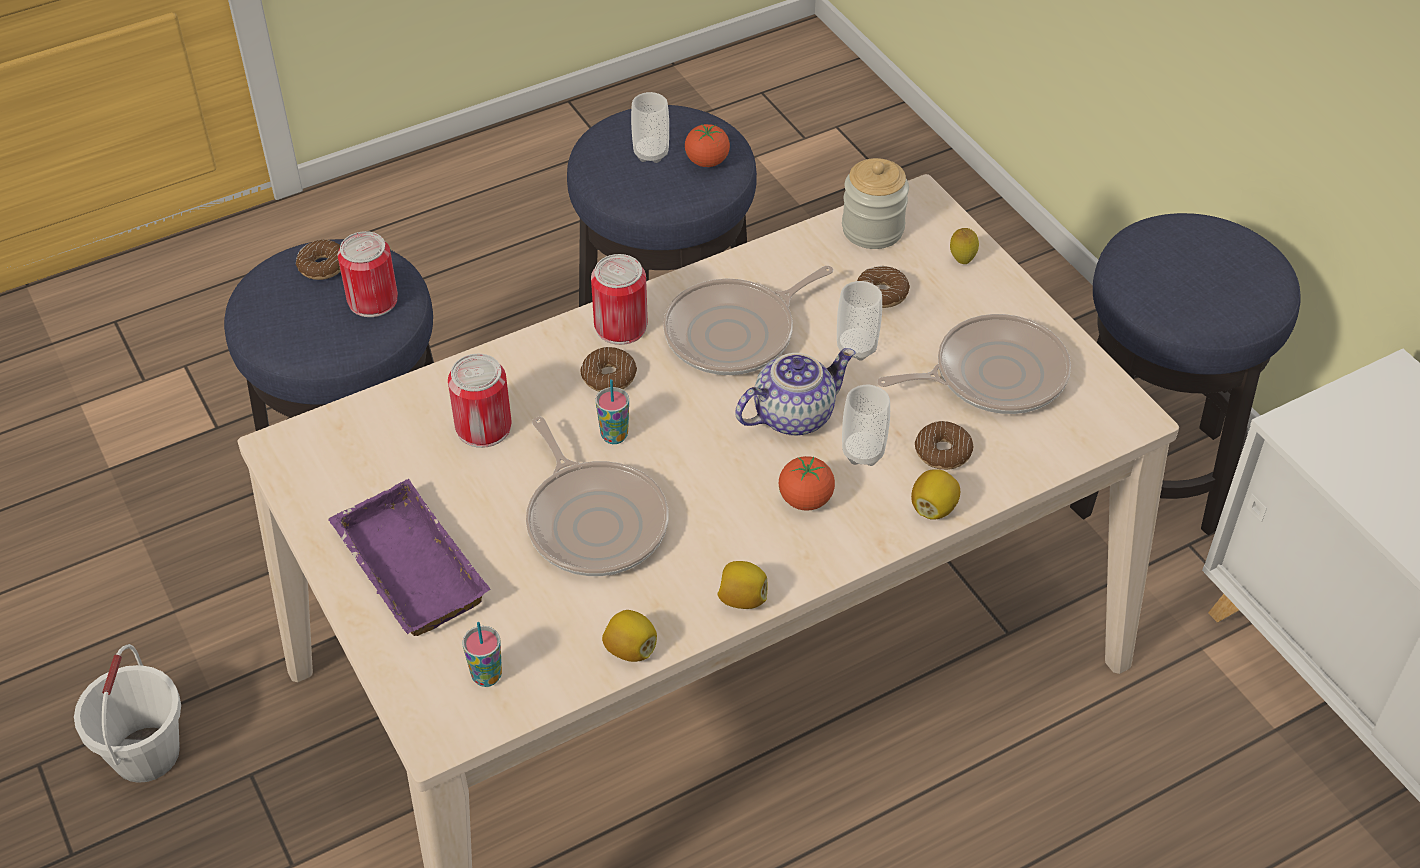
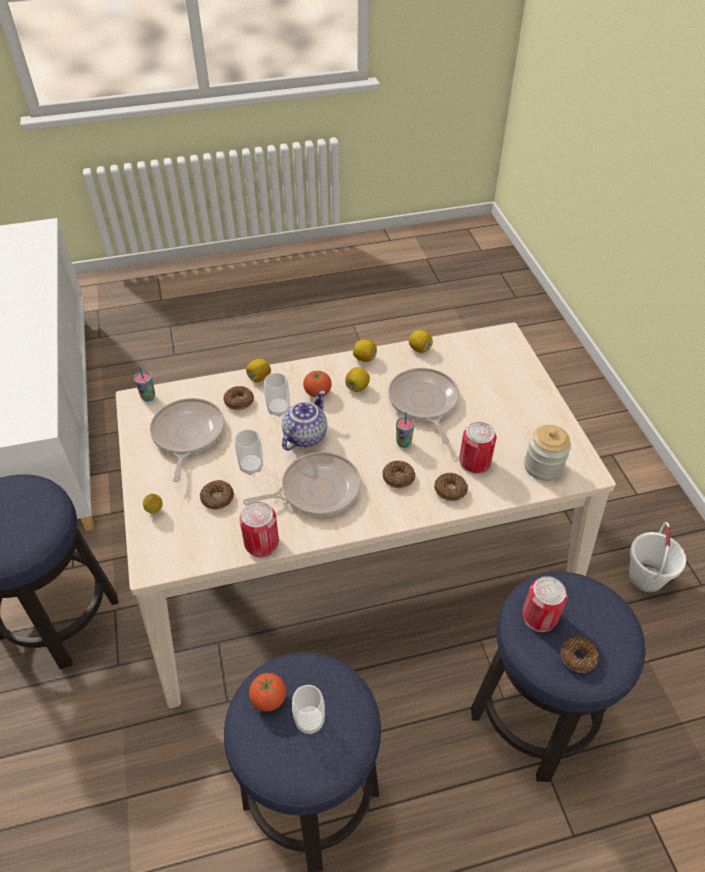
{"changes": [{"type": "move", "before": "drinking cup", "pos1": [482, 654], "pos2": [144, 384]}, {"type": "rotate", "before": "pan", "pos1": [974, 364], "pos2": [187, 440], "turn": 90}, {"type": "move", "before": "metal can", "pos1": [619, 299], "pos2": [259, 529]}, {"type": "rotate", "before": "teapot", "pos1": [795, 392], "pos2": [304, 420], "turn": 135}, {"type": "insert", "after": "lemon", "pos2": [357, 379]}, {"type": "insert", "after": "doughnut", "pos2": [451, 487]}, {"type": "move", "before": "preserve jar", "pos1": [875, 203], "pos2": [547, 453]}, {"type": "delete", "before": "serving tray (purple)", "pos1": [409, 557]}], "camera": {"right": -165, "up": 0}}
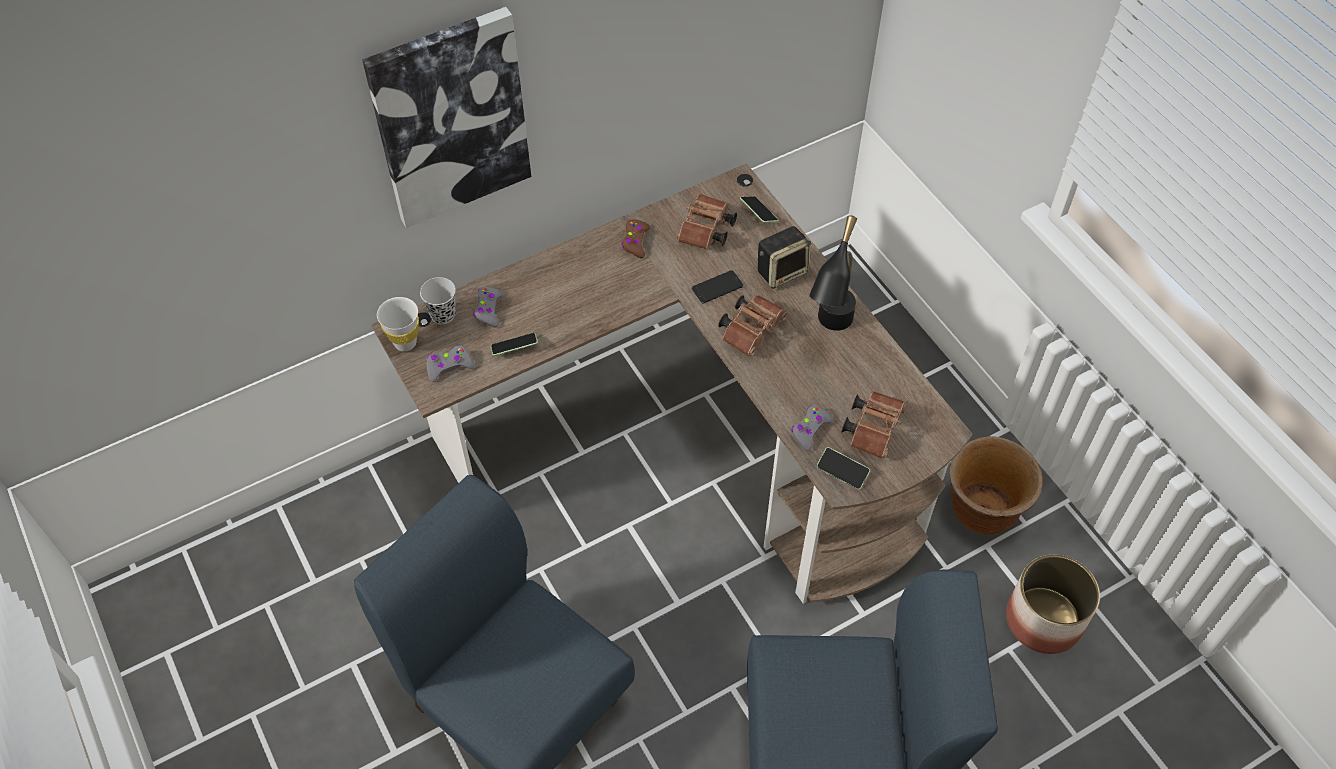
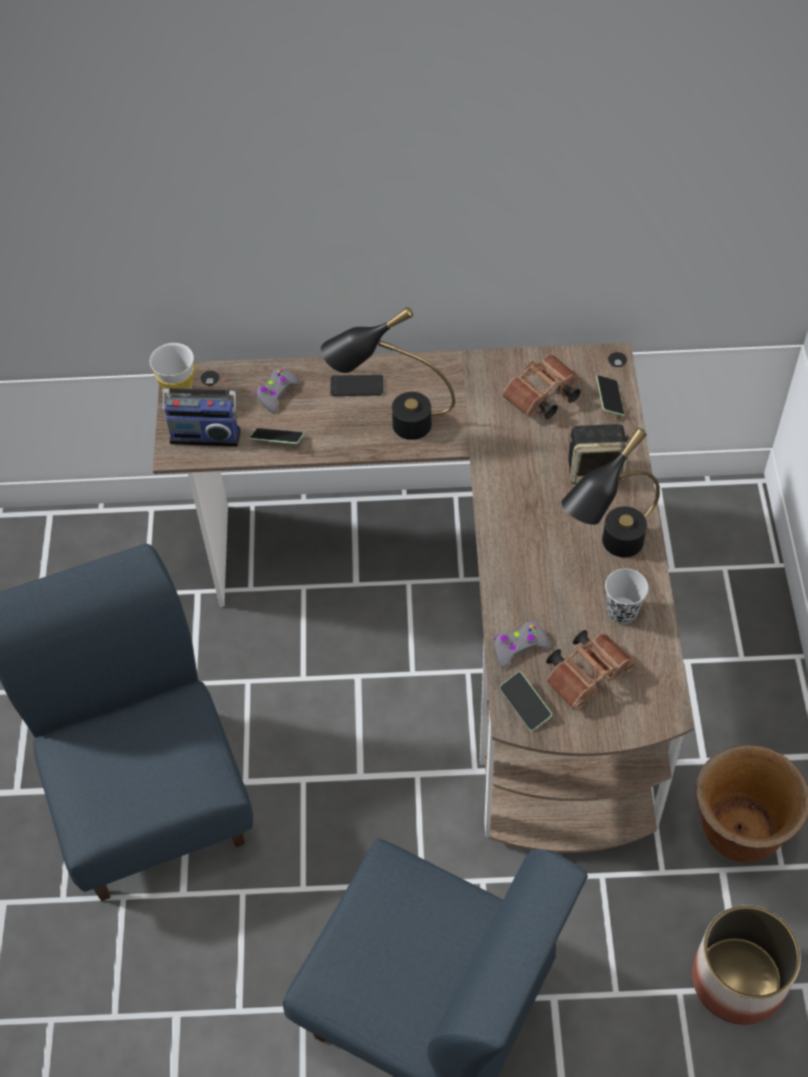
{"changes": [{"type": "replace", "before": "joypad (greyish)", "after": "radio receiver", "pos1": [451, 363], "pos2": [201, 412]}, {"type": "insert", "after": "lamp for a table (black)", "pos2": [388, 373]}, {"type": "move", "before": "handset", "pos1": [717, 286], "pos2": [356, 385]}, {"type": "move", "before": "drinking cup (black)", "pos1": [438, 300], "pos2": [626, 596]}, {"type": "delete", "before": "wall picture", "pos1": [446, 117]}, {"type": "delete", "before": "joypad (brownish)", "pos1": [635, 238]}, {"type": "delete", "before": "pair of binoculars (brownish)", "pos1": [753, 326]}], "camera": {"right": 30, "up": 0}}
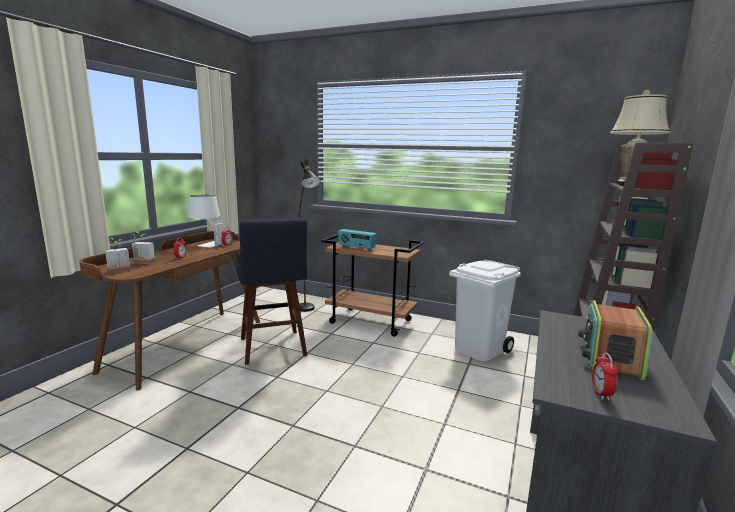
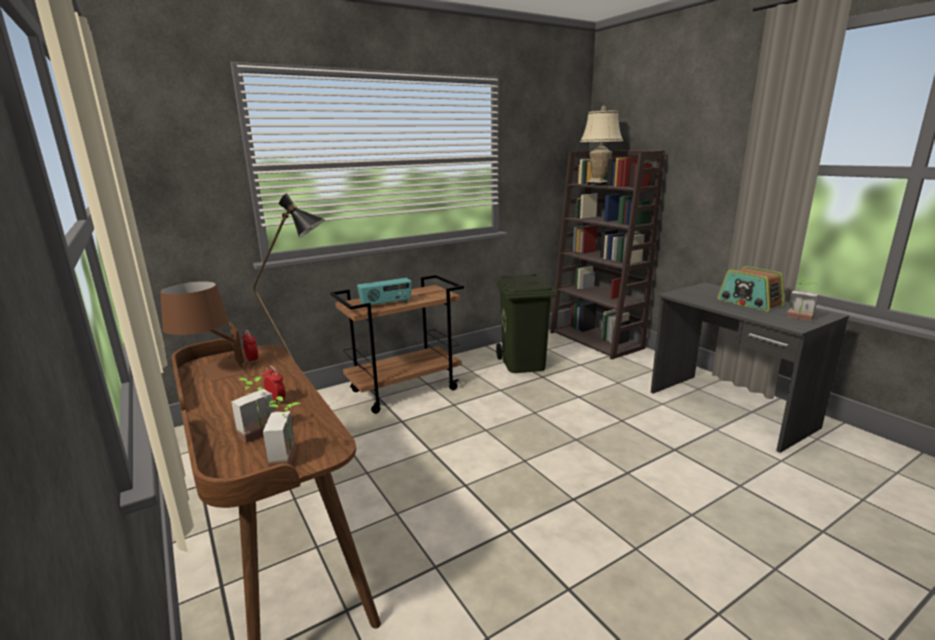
{"changes": [{"type": "recolor", "before": "lamp for a table (white-coloured)", "after": "lamp for a table (brownish)", "pos1": [205, 221], "pos2": [203, 331]}, {"type": "recolor", "before": "rubbish bin (white-coloured)", "after": "rubbish bin (green-coloured)", "pos1": [485, 310], "pos2": [527, 323]}, {"type": "replace", "before": "bedside clock", "after": "houseplant", "pos1": [605, 376], "pos2": [803, 299]}, {"type": "delete", "before": "sitting stool (bluish)", "pos1": [271, 291]}], "camera": {"right": -55, "up": 5}}
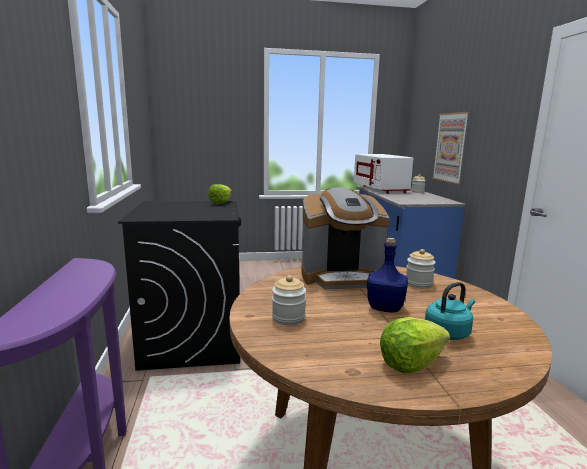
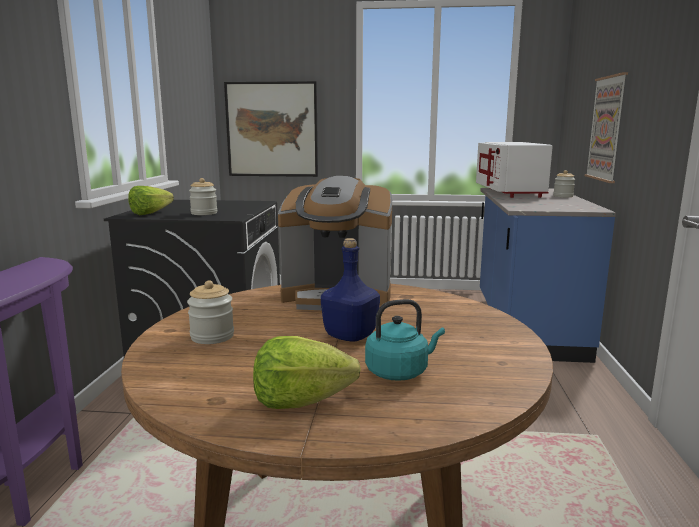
{"changes": [{"type": "move", "before": "lettuce head", "pos1": [220, 194], "pos2": [151, 200]}, {"type": "move", "before": "preserve jar", "pos1": [421, 268], "pos2": [203, 196]}, {"type": "insert", "after": "wall picture", "pos2": [271, 129]}], "camera": {"right": 15, "up": 0}}
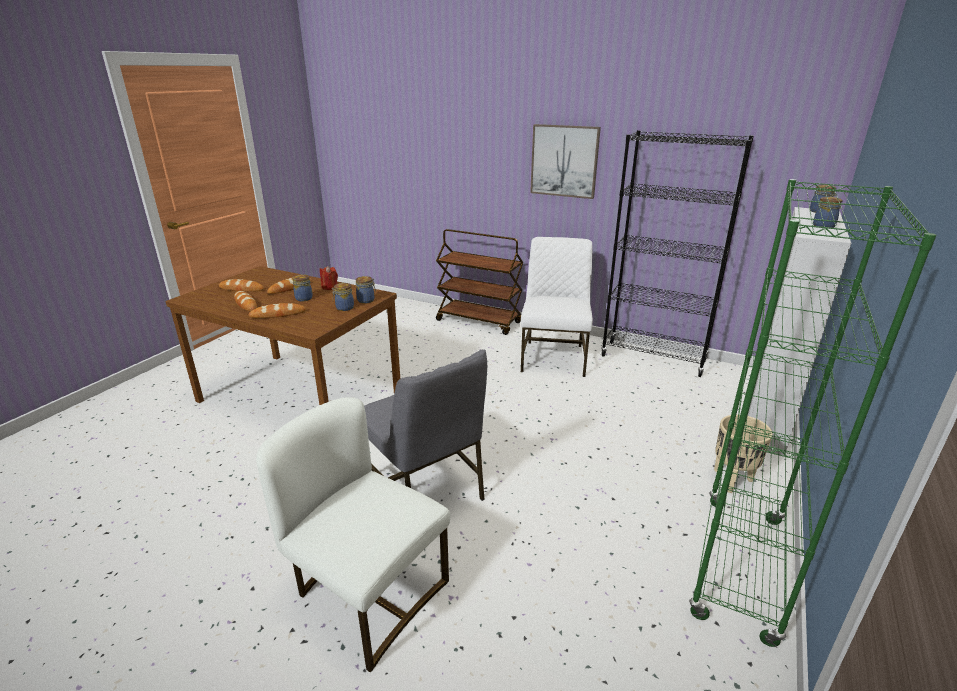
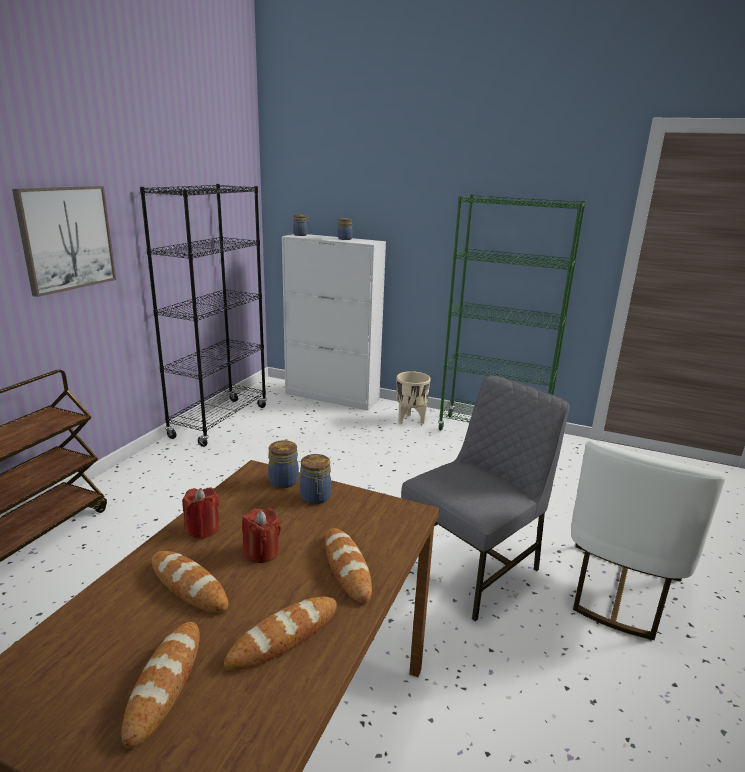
{"changes": [{"type": "replace", "before": "preserve jar", "after": "wax light (reddish)", "pos1": [302, 287], "pos2": [261, 535]}, {"type": "delete", "before": "chair (white-coloured)", "pos1": [557, 307]}], "camera": {"right": -95, "up": -5}}
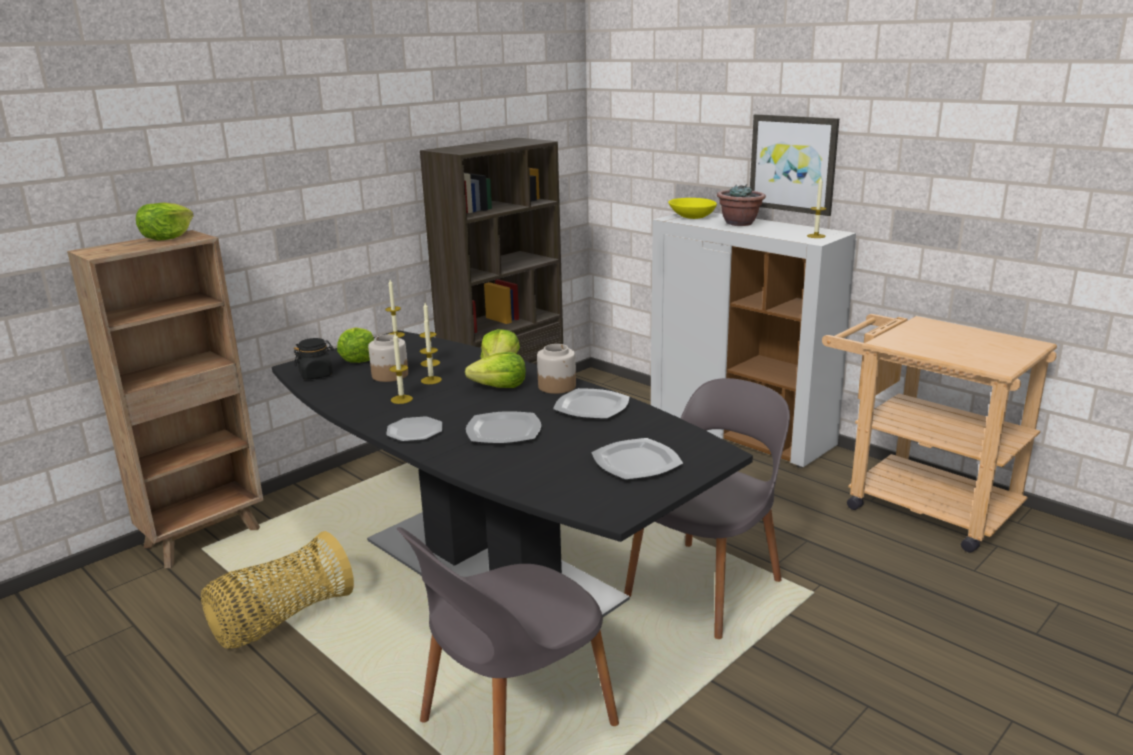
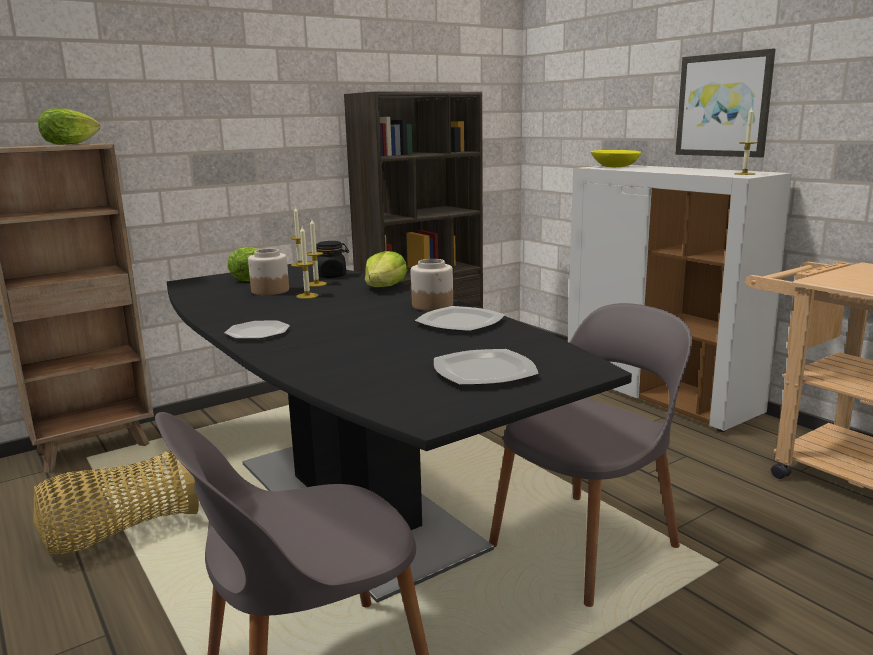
{"changes": [{"type": "move", "before": "preserve jar (black)", "pos1": [314, 358], "pos2": [332, 259]}, {"type": "delete", "before": "wax light", "pos1": [401, 368]}, {"type": "delete", "before": "lettuce head", "pos1": [495, 370]}, {"type": "delete", "before": "plate", "pos1": [503, 427]}, {"type": "delete", "before": "houseplant", "pos1": [741, 205]}], "camera": {"right": 10, "up": -5}}
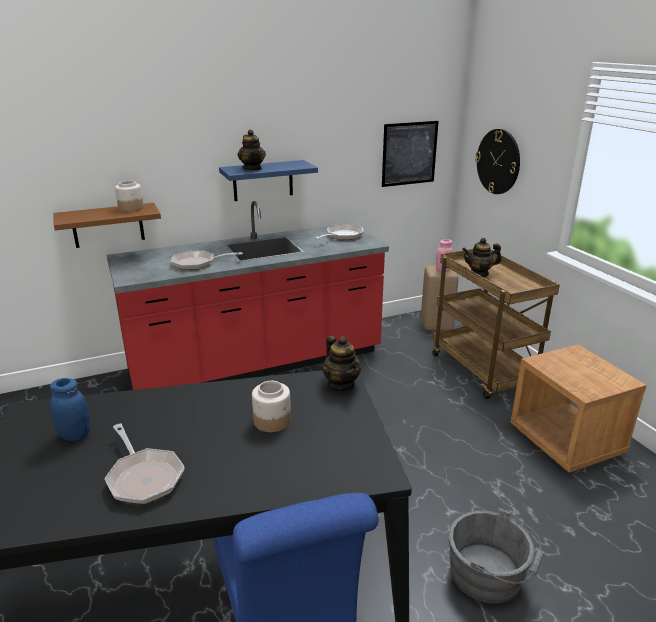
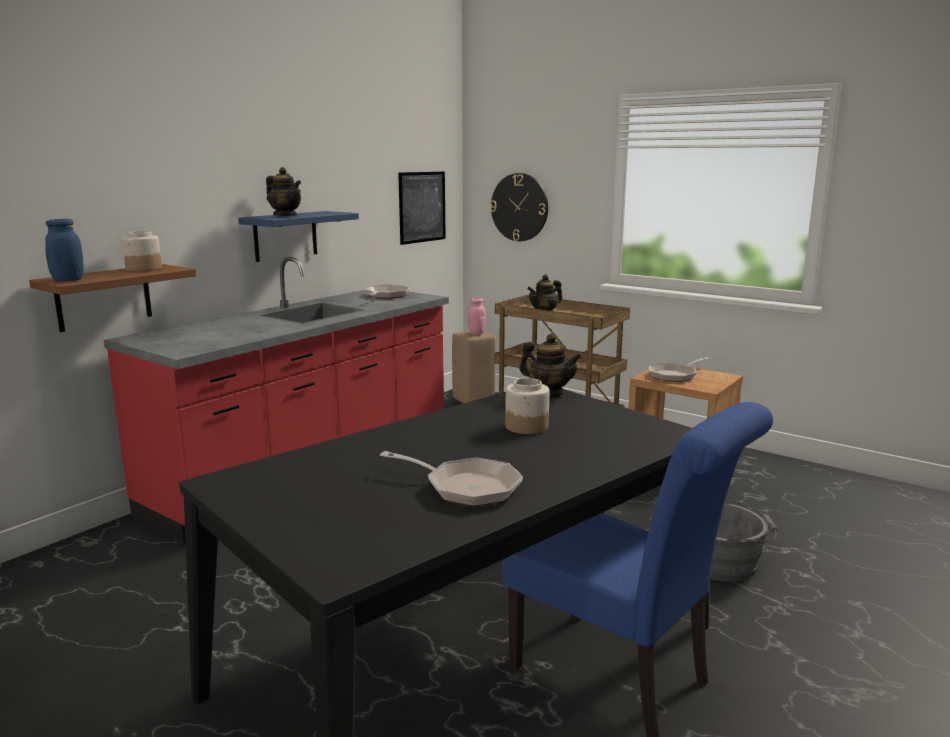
{"changes": [{"type": "move", "before": "preserve jar (bluish)", "pos1": [70, 409], "pos2": [64, 250]}, {"type": "move", "before": "pan", "pos1": [207, 260], "pos2": [679, 369]}], "camera": {"right": -30, "up": -10}}
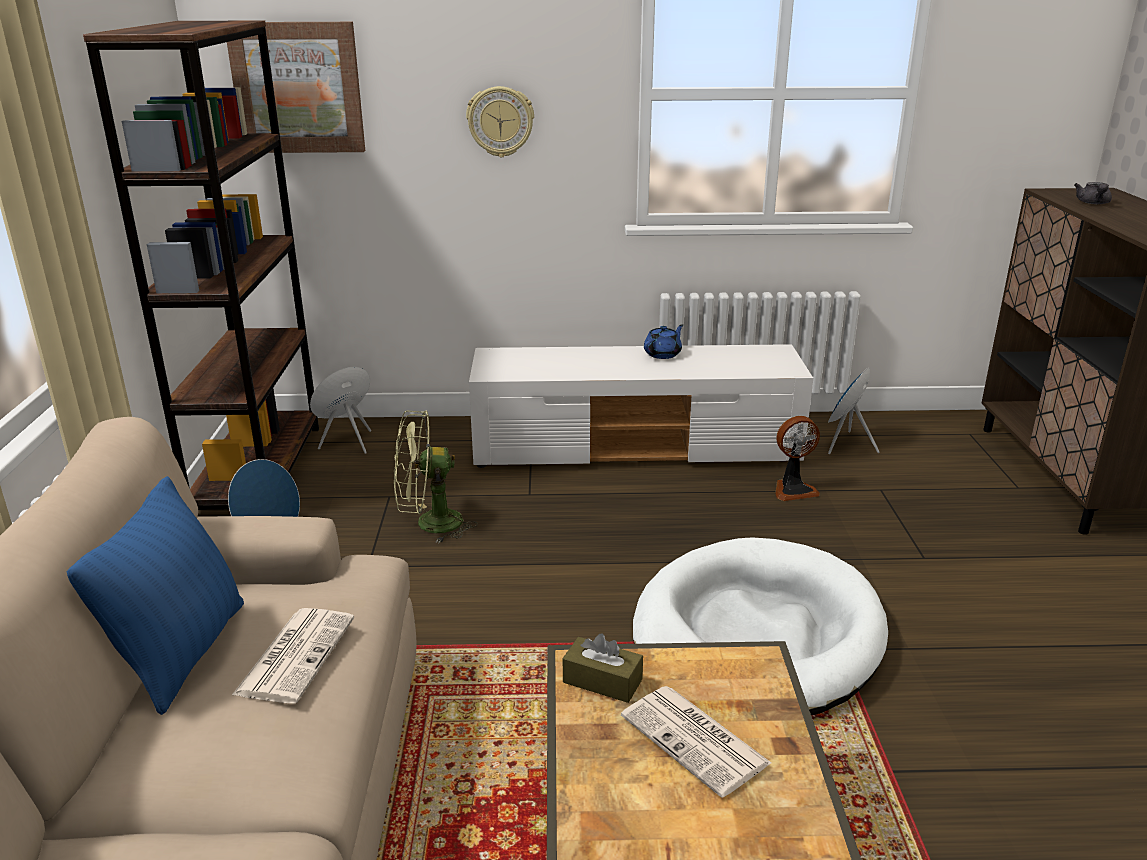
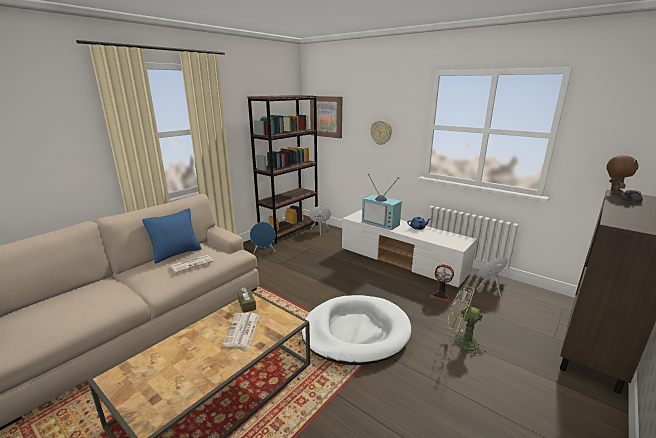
{"changes": [{"type": "insert", "after": "TV set", "pos2": [382, 202]}, {"type": "move", "before": "electric fan (green-coloured)", "pos1": [436, 477], "pos2": [466, 321]}, {"type": "insert", "after": "cuddly toy (brownish)", "pos2": [622, 174]}], "camera": {"right": 40, "up": -5}}
